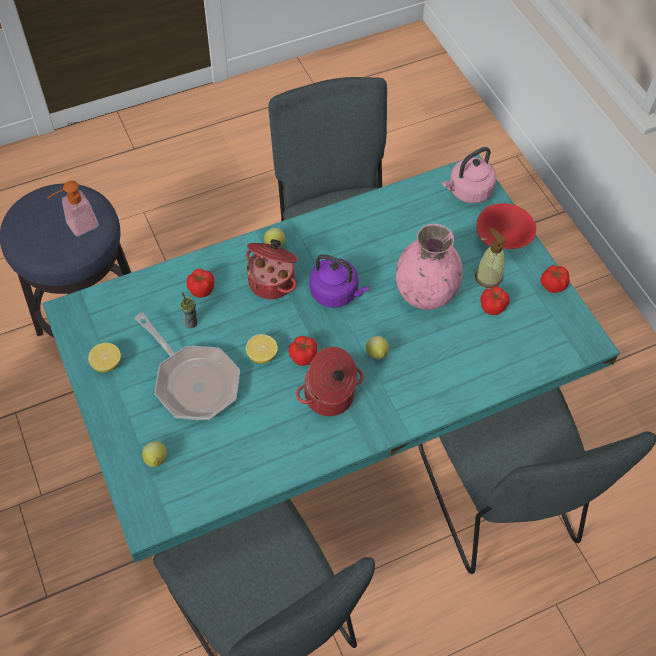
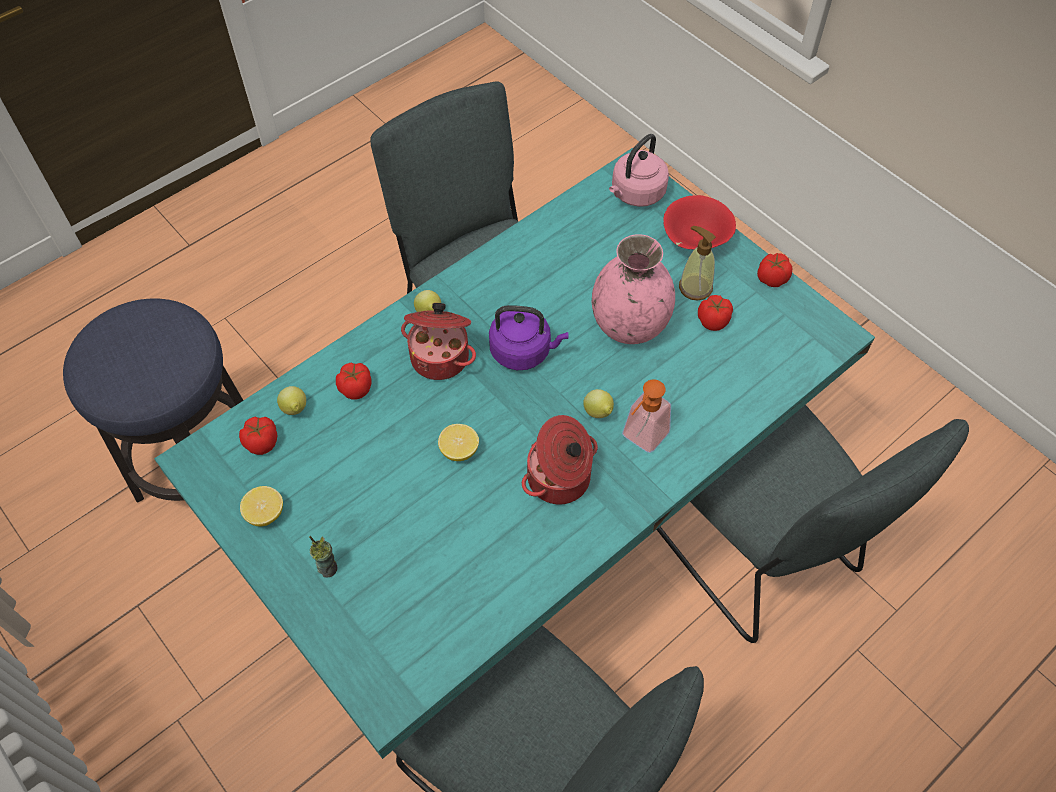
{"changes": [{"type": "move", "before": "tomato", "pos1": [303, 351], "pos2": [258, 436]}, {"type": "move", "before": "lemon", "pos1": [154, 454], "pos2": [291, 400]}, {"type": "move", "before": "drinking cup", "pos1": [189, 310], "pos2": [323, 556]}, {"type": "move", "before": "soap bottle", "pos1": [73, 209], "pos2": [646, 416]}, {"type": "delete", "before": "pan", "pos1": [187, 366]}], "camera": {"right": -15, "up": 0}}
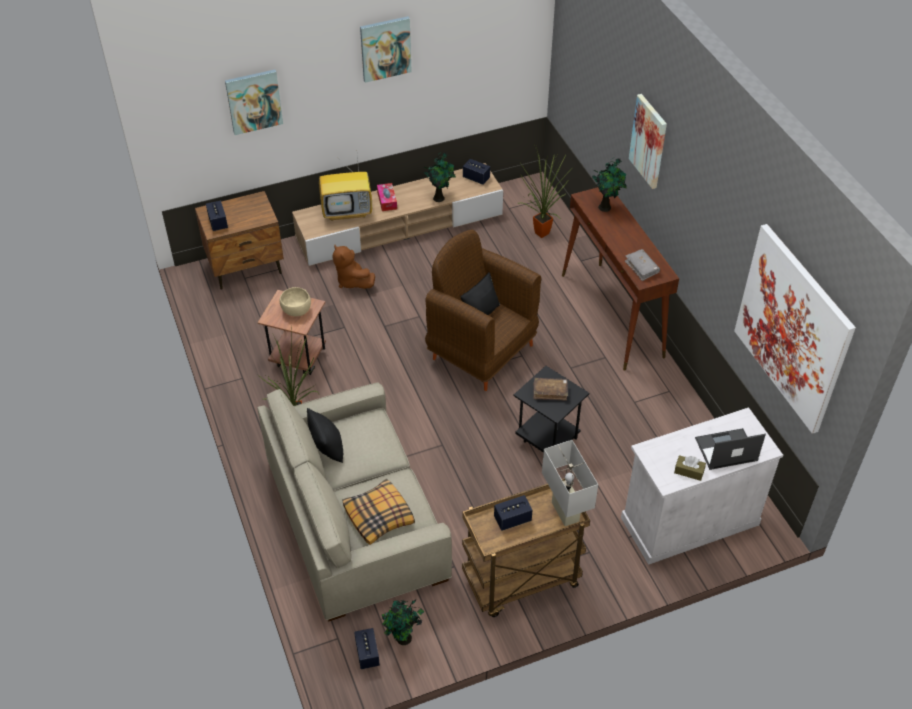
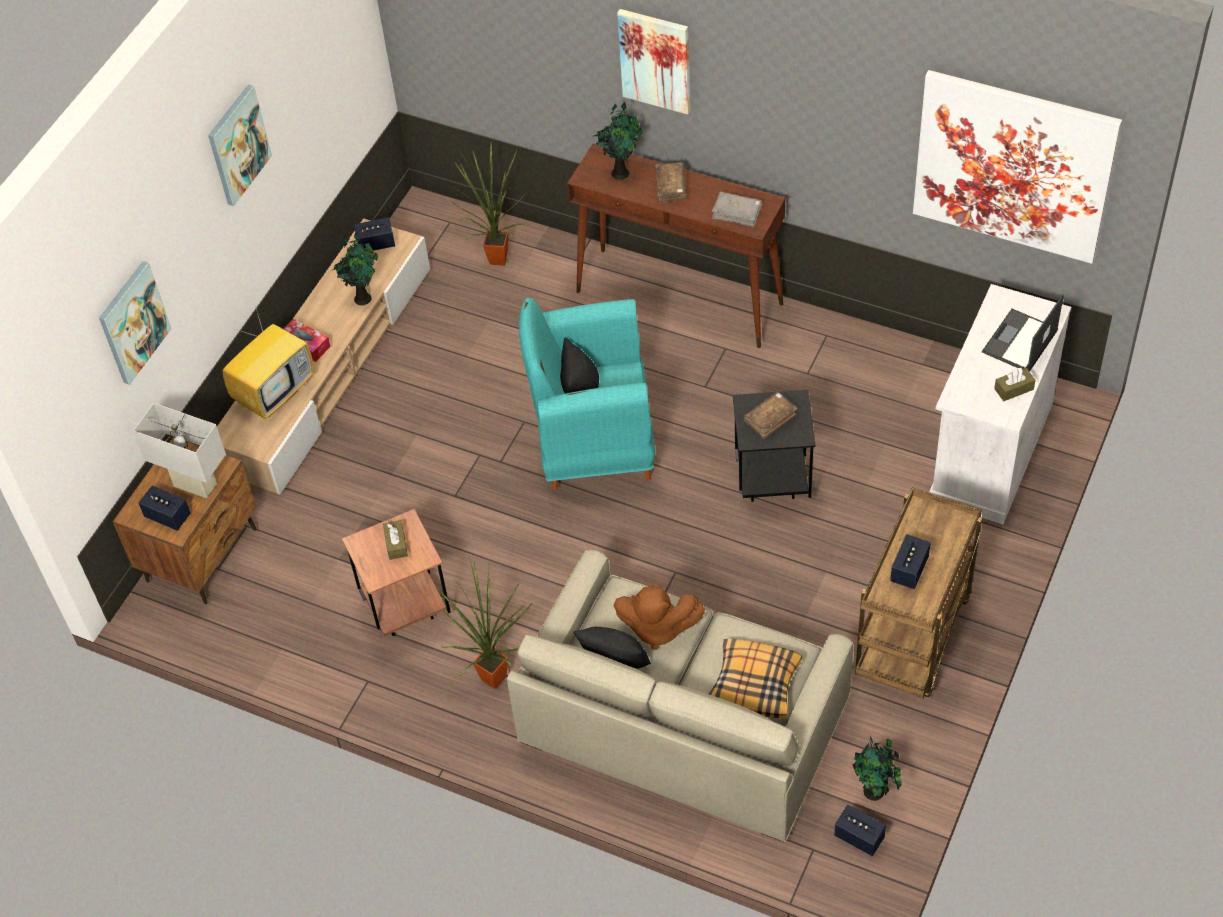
{"changes": [{"type": "move", "before": "lamp for a table (white-coloured)", "pos1": [570, 483], "pos2": [179, 450]}, {"type": "replace", "before": "serving bowl (sand-coloured)", "after": "tissue holder (brownish)", "pos1": [295, 301], "pos2": [395, 540]}, {"type": "recolor", "before": "lounge chair (brownish)", "after": "lounge chair (blue-green)", "pos1": [483, 310], "pos2": [587, 394]}, {"type": "move", "before": "cuddly toy (brownish)", "pos1": [354, 267], "pos2": [659, 617]}, {"type": "insert", "after": "book (brownish)", "pos2": [671, 182]}], "camera": {"right": -40, "up": 5}}
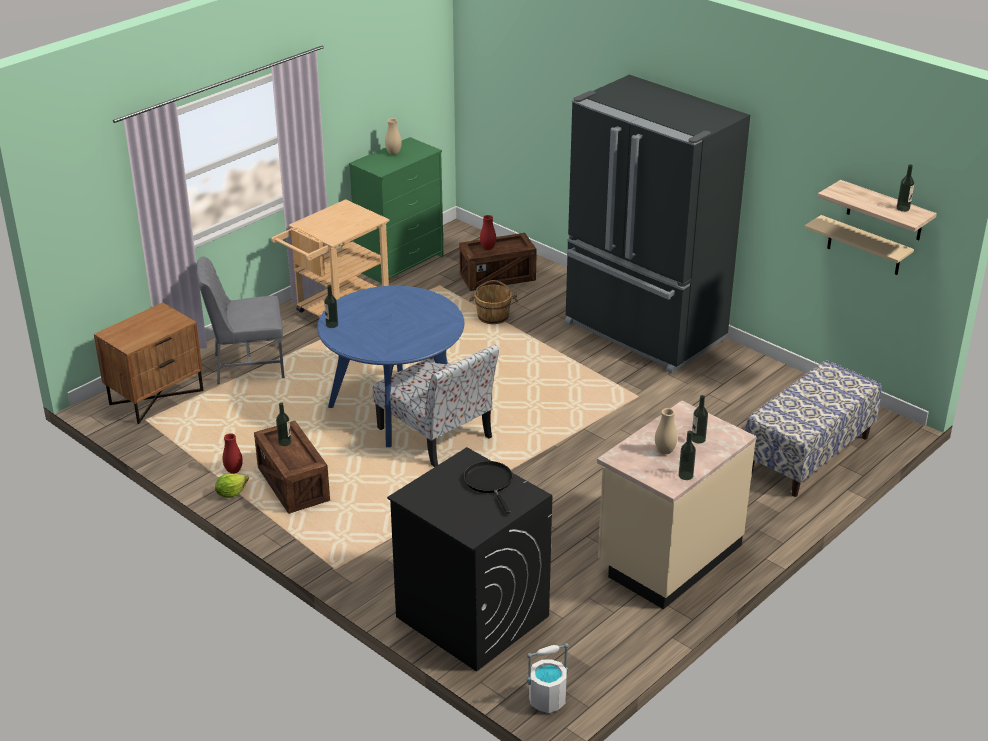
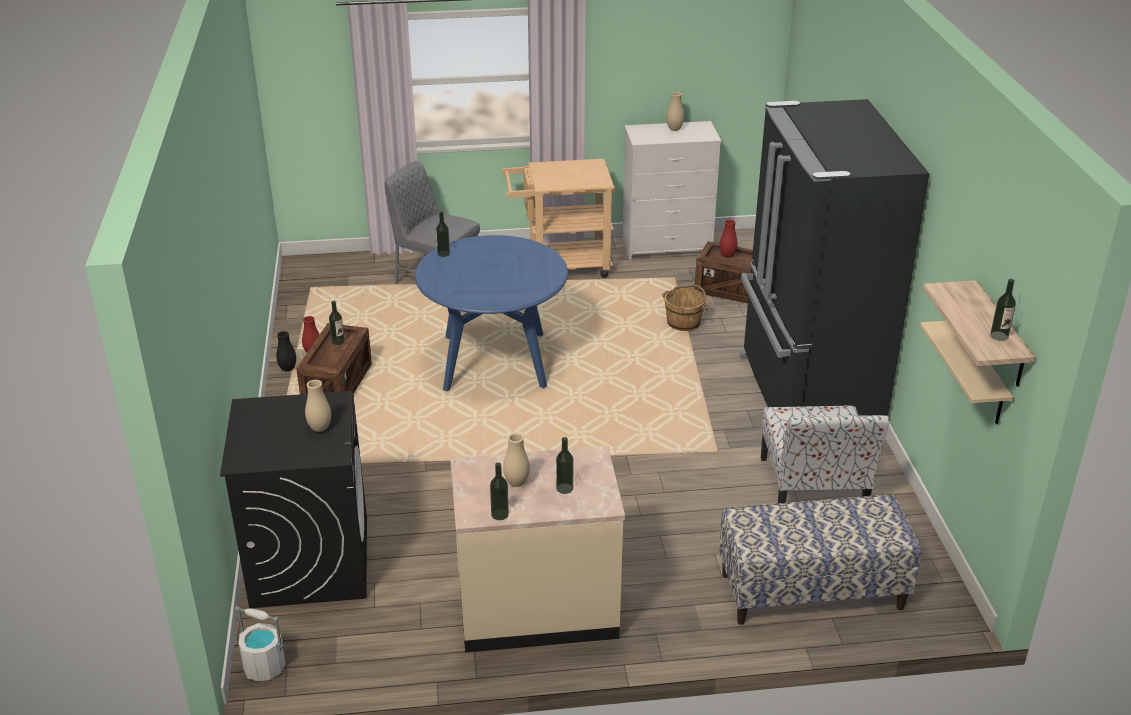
{"changes": [{"type": "replace", "before": "lettuce head", "after": "flower vase (black)", "pos1": [232, 486], "pos2": [286, 351]}, {"type": "replace", "before": "pan (black)", "after": "flower vase (sand-coloured)", "pos1": [488, 487], "pos2": [318, 406]}, {"type": "recolor", "before": "chest of drawers (green-coloured)", "after": "chest of drawers (white-coloured)", "pos1": [396, 210], "pos2": [671, 190]}, {"type": "move", "before": "chair", "pos1": [436, 406], "pos2": [825, 454]}, {"type": "delete", "before": "night table (brownish)", "pos1": [149, 363]}], "camera": {"right": 40, "up": 0}}
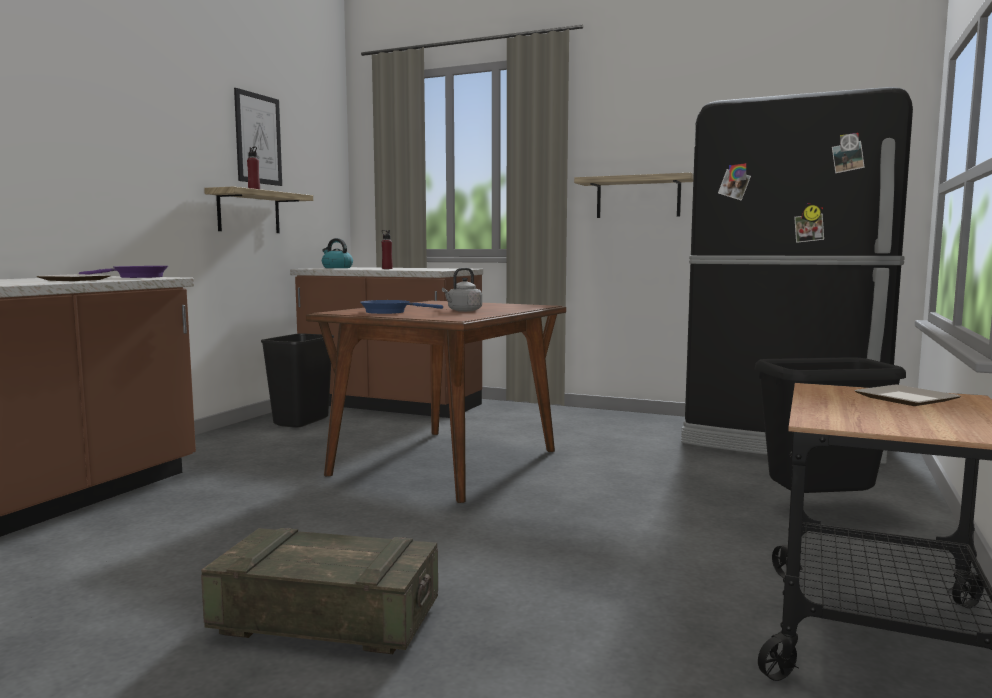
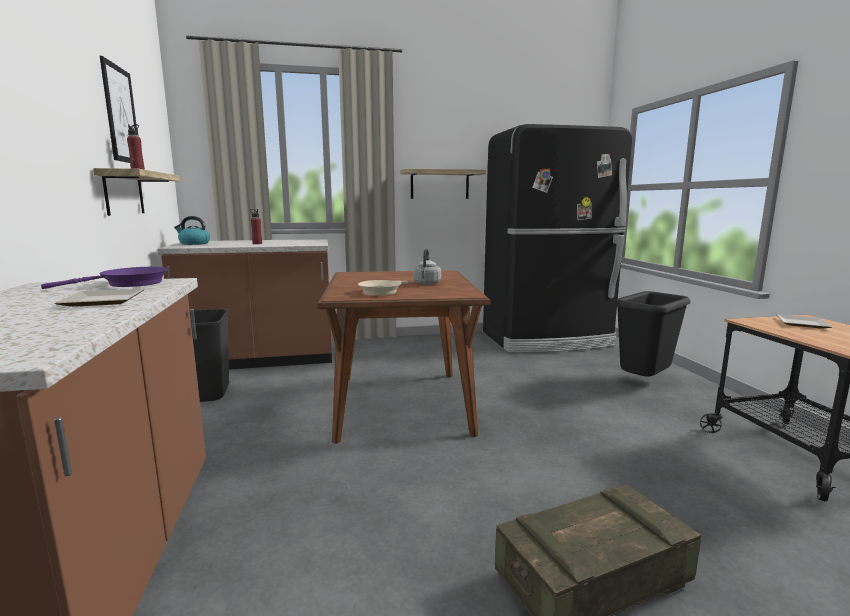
{"changes": [{"type": "recolor", "before": "pan (bluish)", "after": "pan (sand-coloured)", "pos1": [401, 307], "pos2": [383, 288]}], "camera": {"right": -35, "up": 5}}
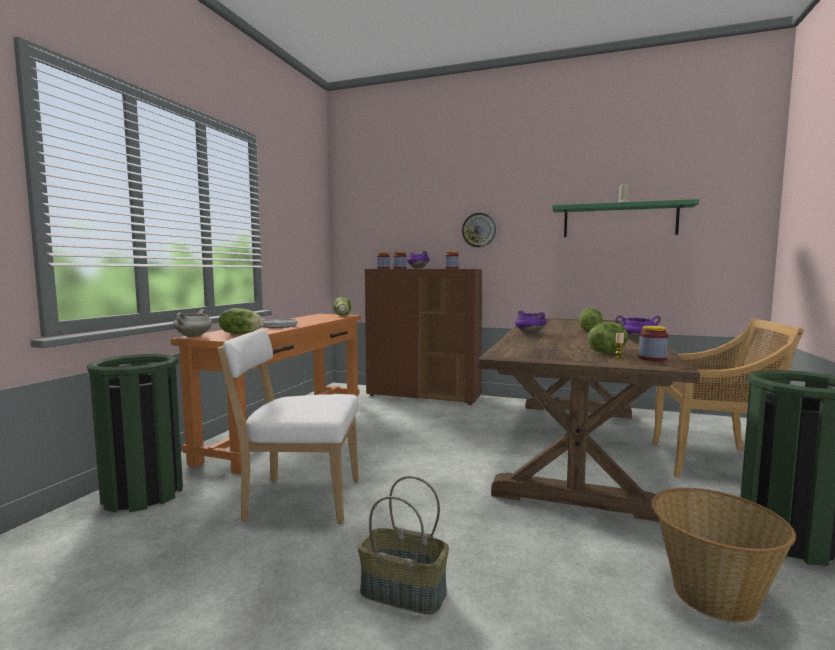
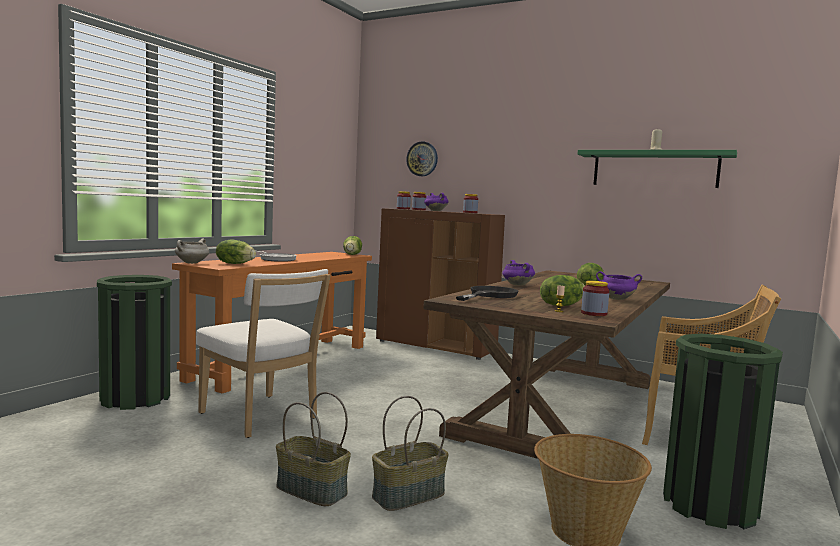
{"changes": [{"type": "rotate", "before": "chair (white-coloured)", "pos1": [288, 426], "pos2": [263, 353], "turn": -150}, {"type": "insert", "after": "storage basket", "pos2": [410, 453]}, {"type": "move", "before": "clock on the wall", "pos1": [479, 230], "pos2": [422, 158]}, {"type": "insert", "after": "pan (black)", "pos2": [487, 293]}], "camera": {"right": 10, "up": 0}}
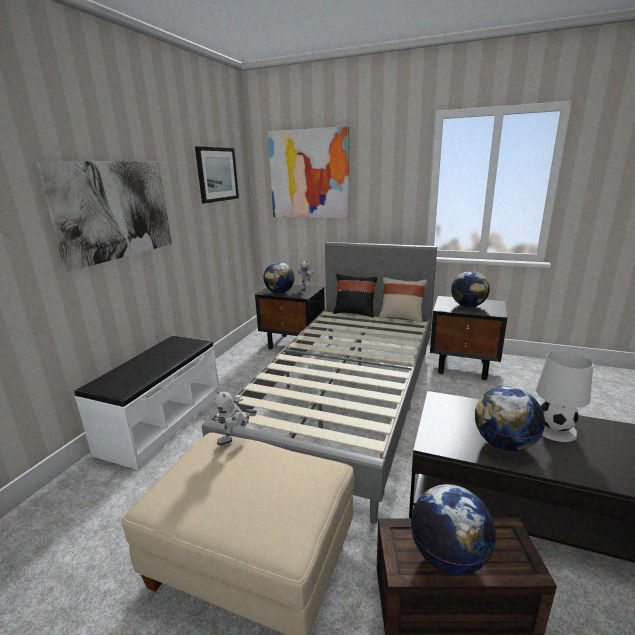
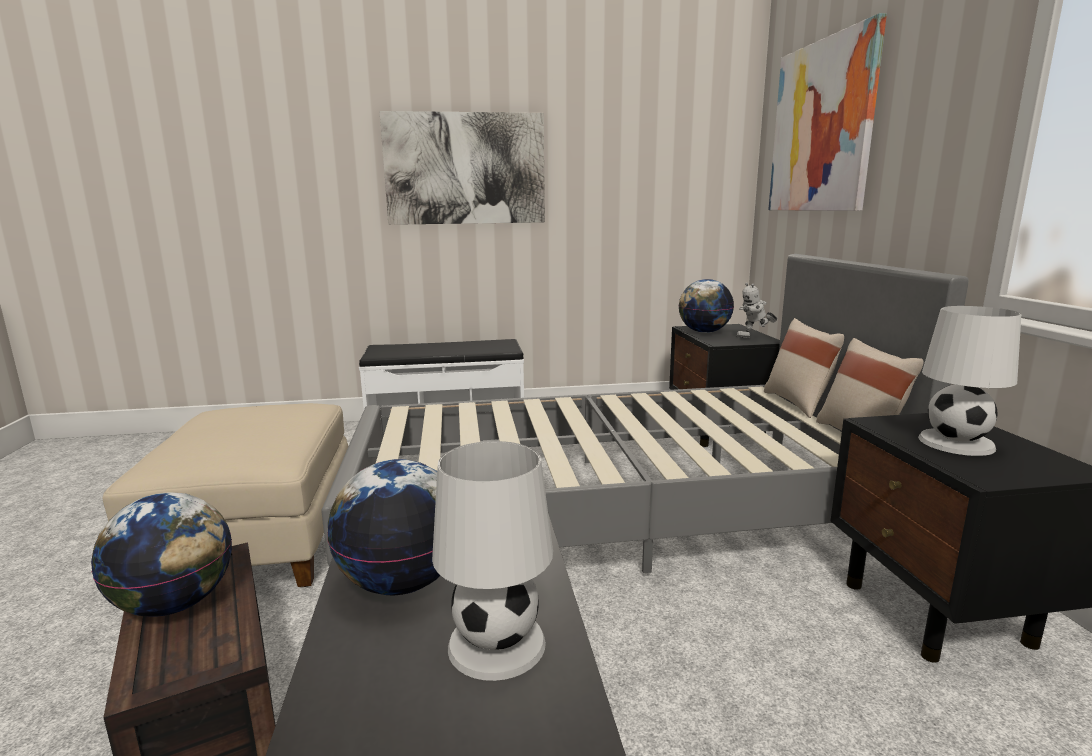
{"changes": [{"type": "recolor", "before": "cushion (black)", "after": "cushion (sand-coloured)", "pos1": [355, 296], "pos2": [804, 368]}, {"type": "replace", "before": "world globe", "after": "lamp for a table (white-coloured)", "pos1": [470, 289], "pos2": [969, 381]}, {"type": "delete", "before": "wall picture", "pos1": [217, 174]}, {"type": "delete", "before": "robot figure", "pos1": [235, 417]}], "camera": {"right": 60, "up": -5}}
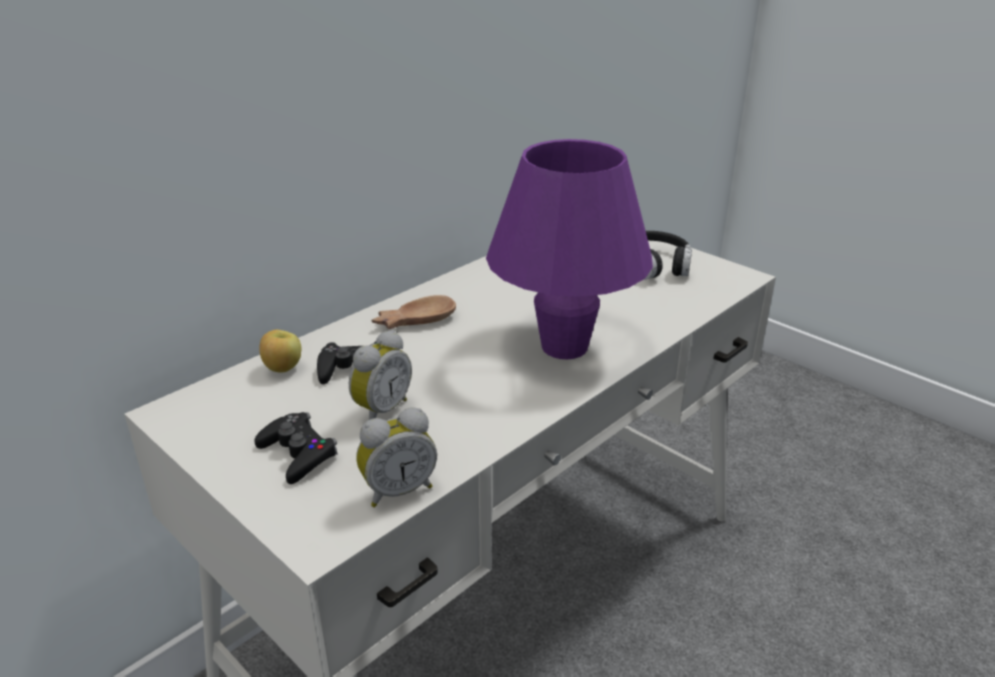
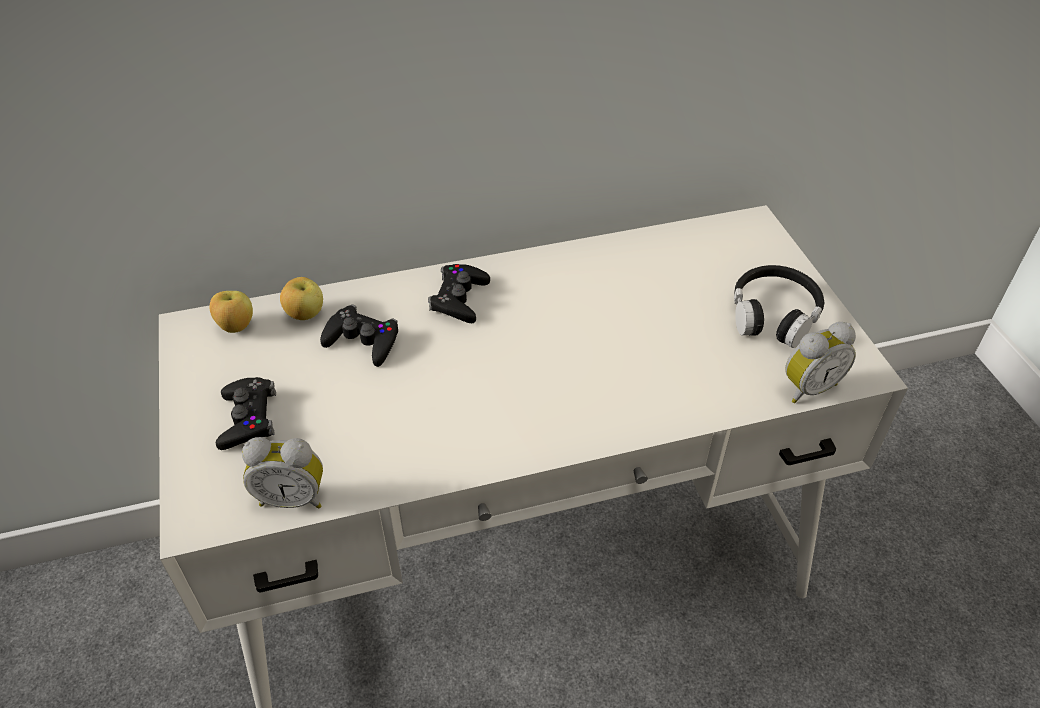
{"changes": [{"type": "insert", "after": "whole apple", "pos2": [231, 312]}, {"type": "replace", "before": "serving bowl (brownish)", "after": "joypad (black)", "pos1": [413, 312], "pos2": [459, 293]}, {"type": "move", "before": "bedside clock", "pos1": [380, 375], "pos2": [820, 362]}, {"type": "delete", "before": "lamp for a table (purple)", "pos1": [569, 249]}], "camera": {"right": 30, "up": 15}}
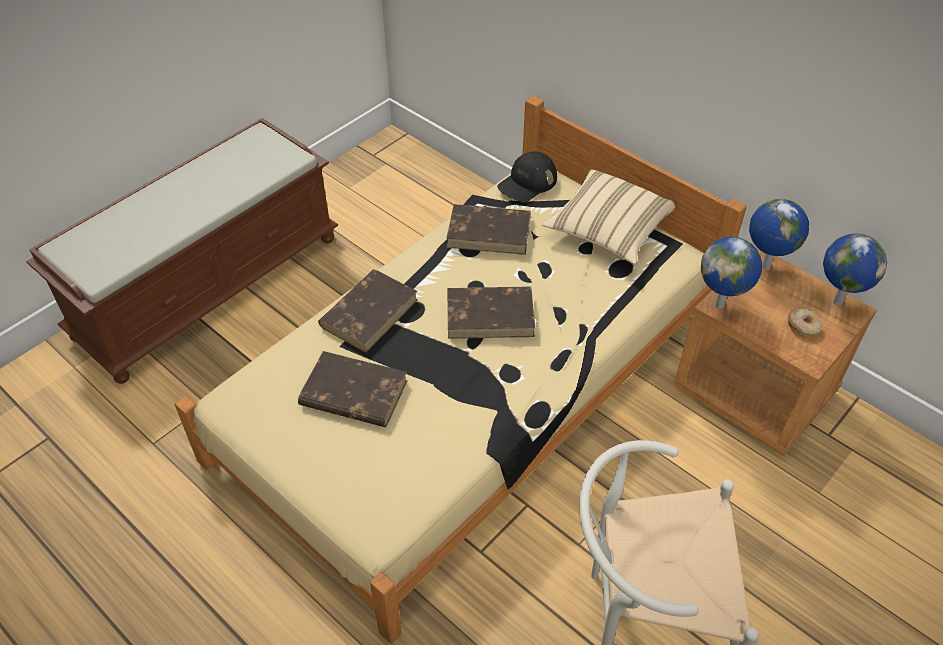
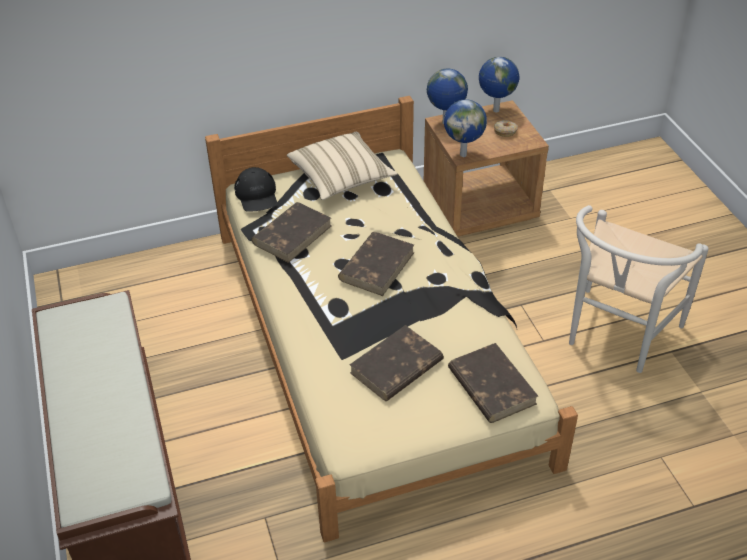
{"changes": [{"type": "move", "before": "book (brownish)", "pos1": [368, 311], "pos2": [493, 383]}], "camera": {"right": -60, "up": -5}}
